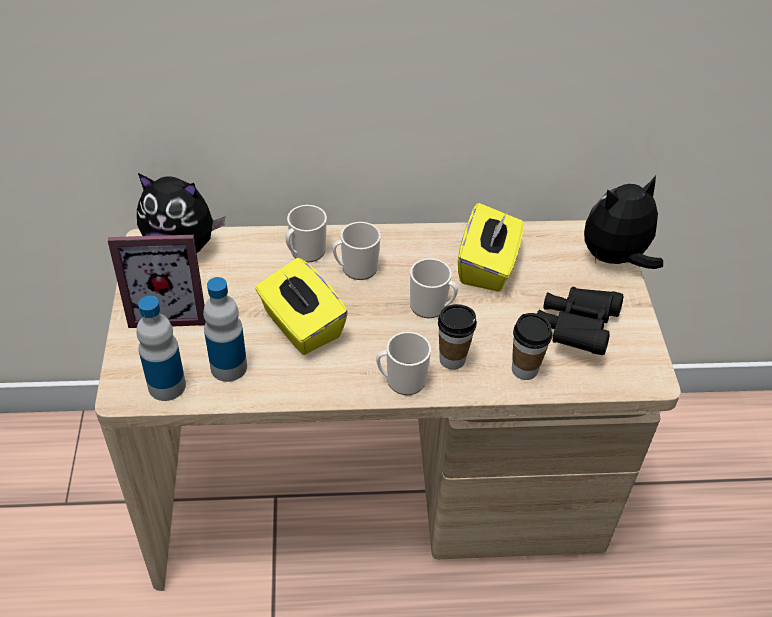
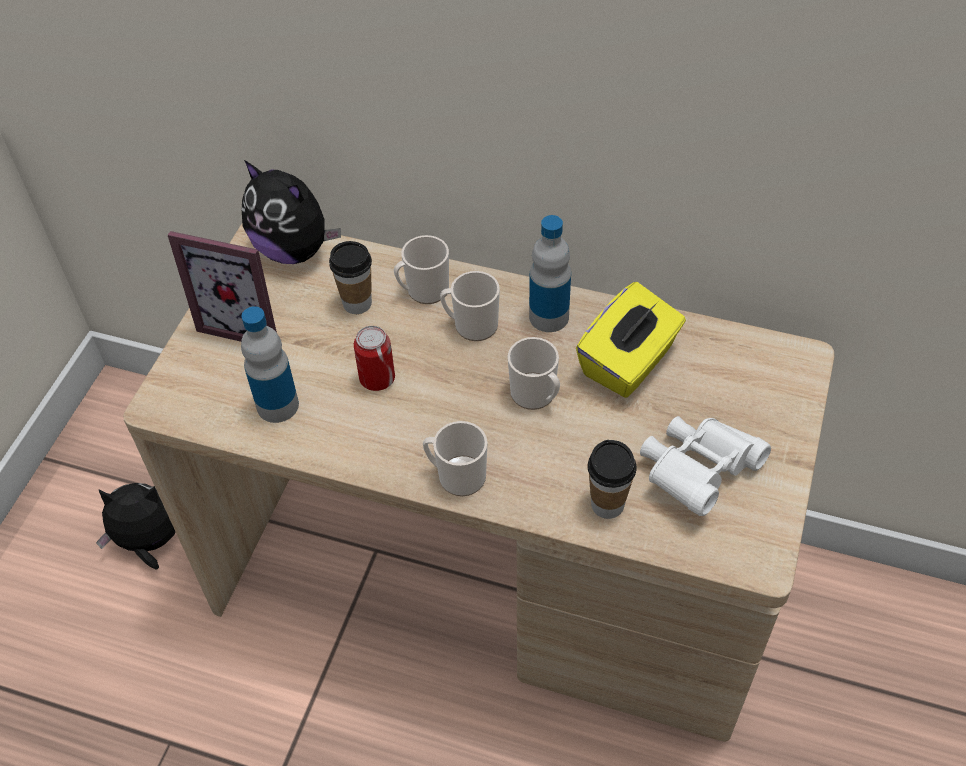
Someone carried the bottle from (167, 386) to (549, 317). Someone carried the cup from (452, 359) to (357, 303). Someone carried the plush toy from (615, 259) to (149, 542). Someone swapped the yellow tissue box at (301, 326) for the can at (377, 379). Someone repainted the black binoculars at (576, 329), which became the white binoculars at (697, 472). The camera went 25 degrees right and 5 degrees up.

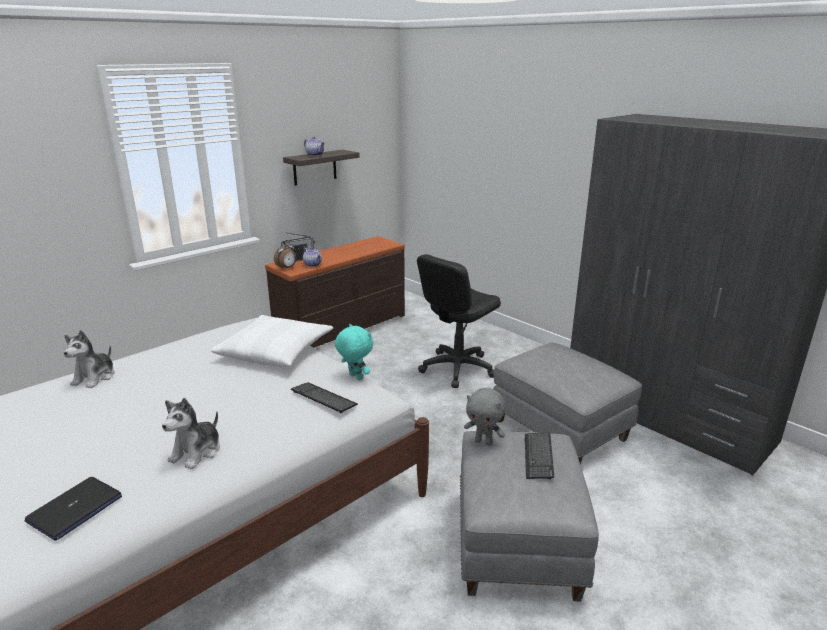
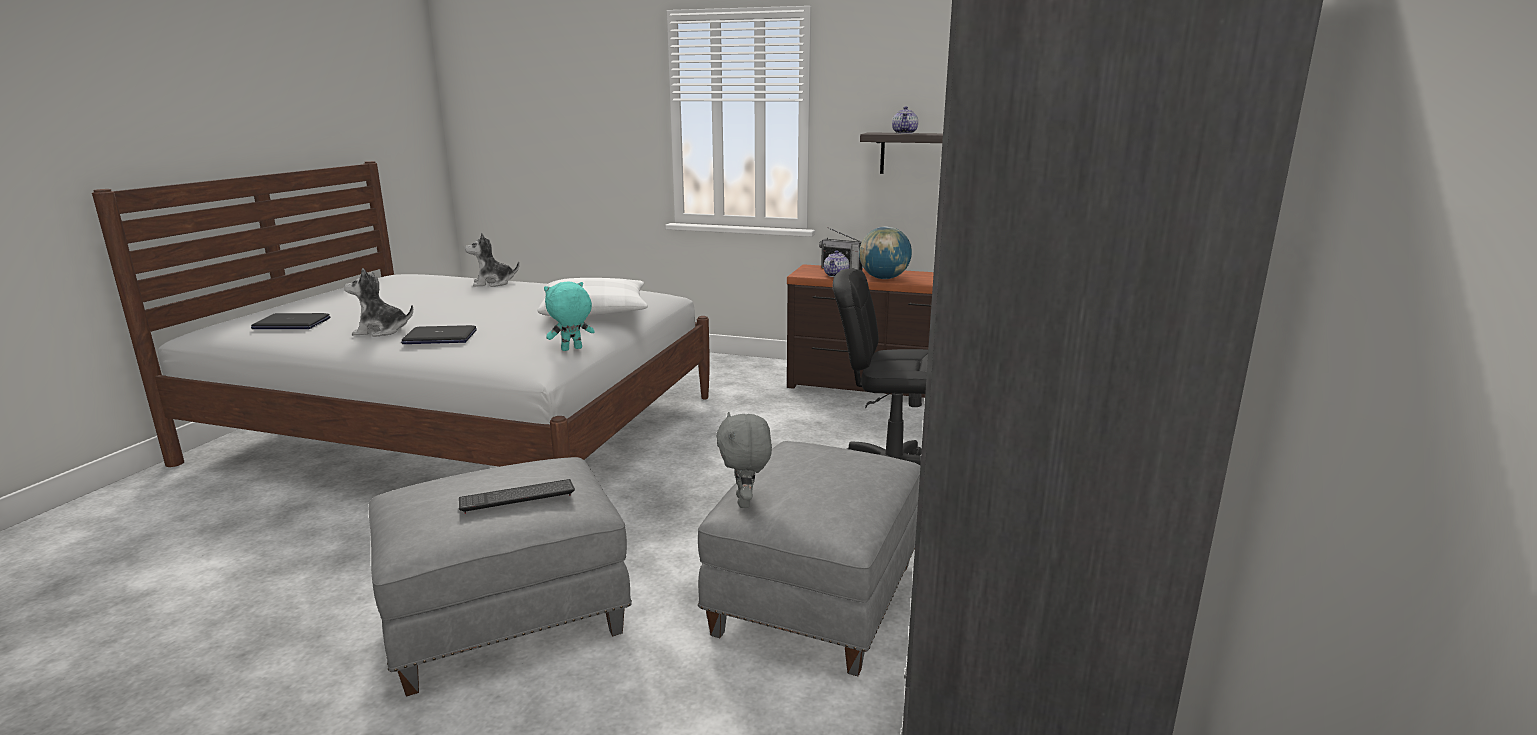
Someone took away the alarm clock at (287, 268). Someone took away the keyboard at (323, 398). Someone put down the laptop at (439, 337). Someone put down the globe at (884, 278). Someone carried the grey plush toy from (484, 442) to (745, 502). Someone rotated the turquoise plush toy at (355, 377) by 135 degrees counterclockwise. The camera went 60 degrees right and 5 degrees down.

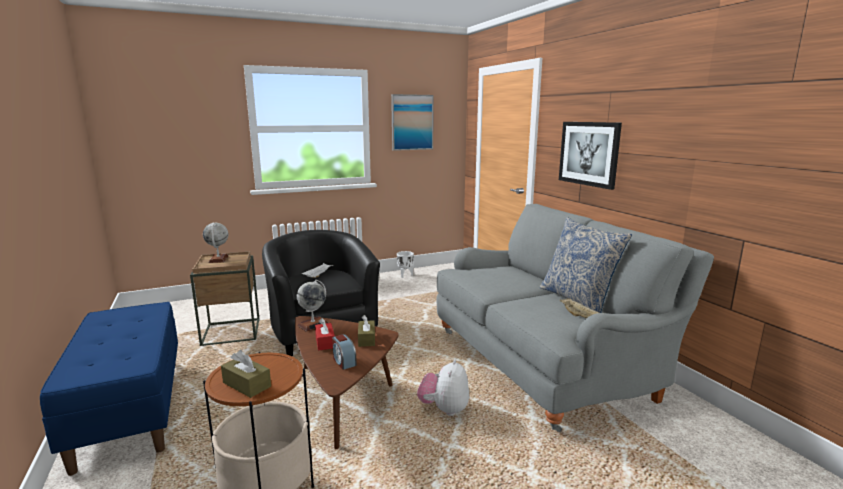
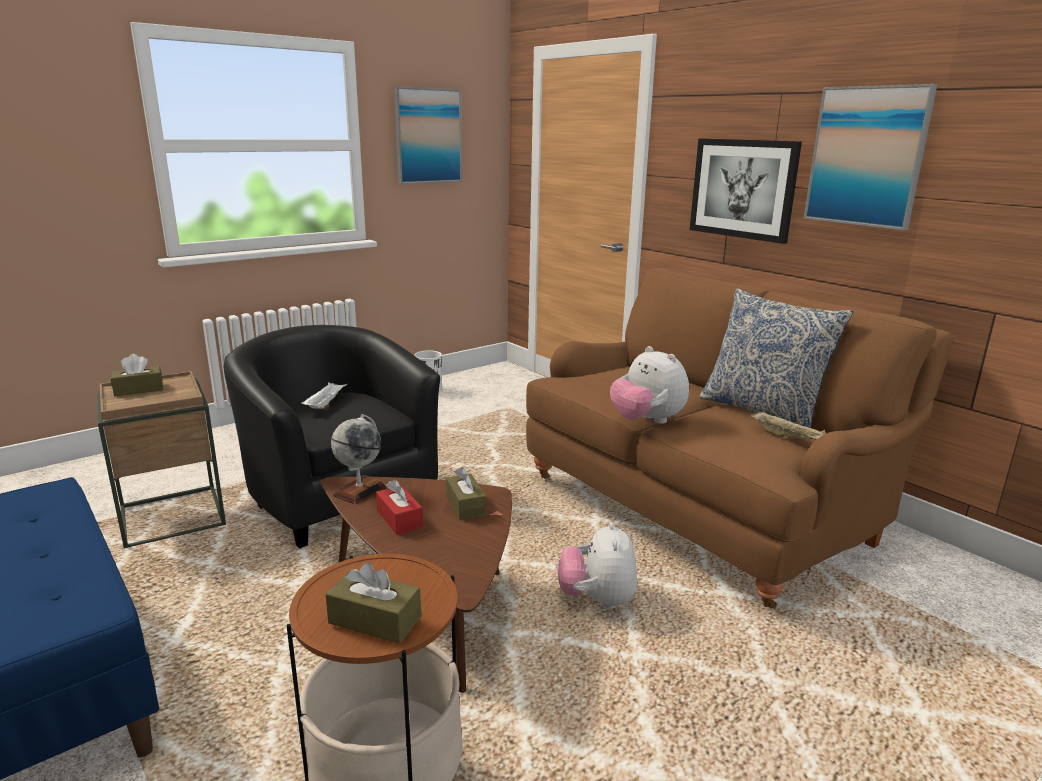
Someone took away the alarm clock at (344, 361). Someone put down the plush toy at (646, 421). Someone put up the picture at (867, 157). Someone swapped the globe at (218, 259) for the brown tissue box at (139, 389). Someone repainted the grey sofa at (546, 361), which became the brown sofa at (704, 505). The camera went 15 degrees left and 5 degrees up.

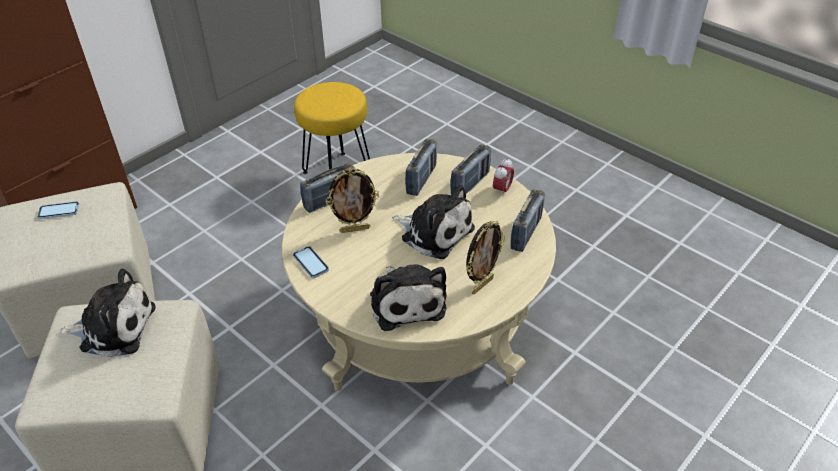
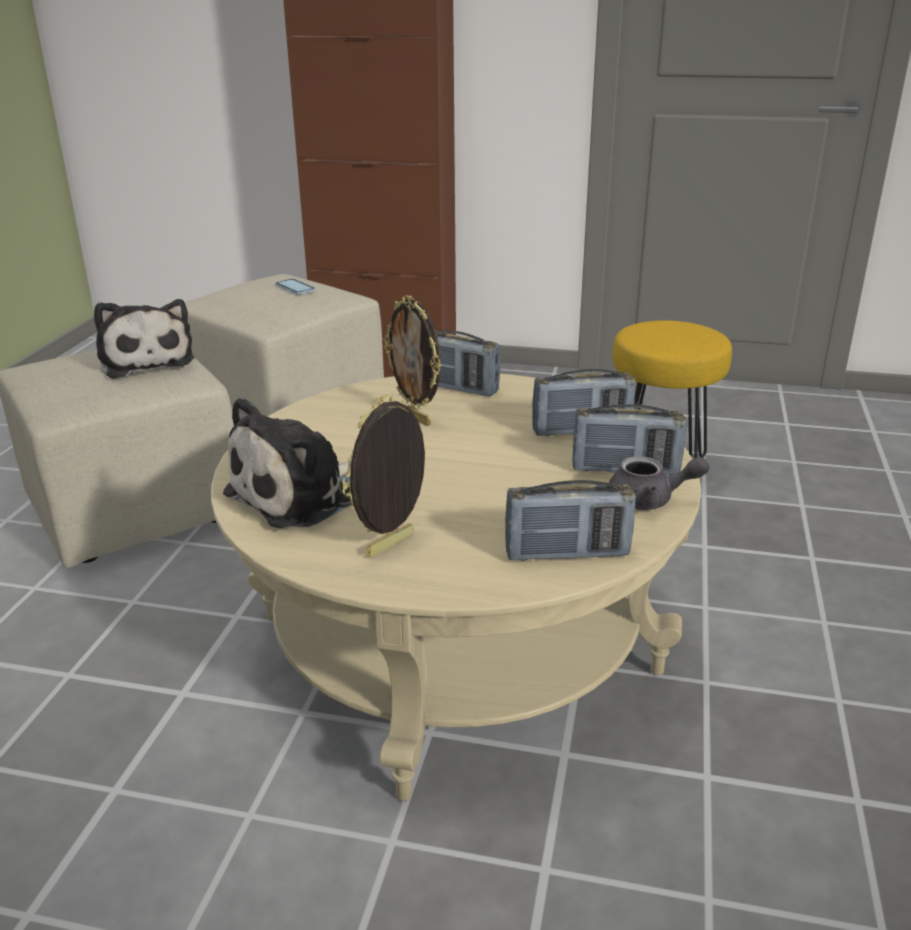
Someone took away the phone at (310, 263). Someone took away the plush toy at (434, 232). Someone swapped the alarm clock at (502, 190) for the grey teapot at (649, 500). Someone rotated the picture frame at (482, 285) by 120 degrees clockwise. The camera went 60 degrees right and 15 degrees down.

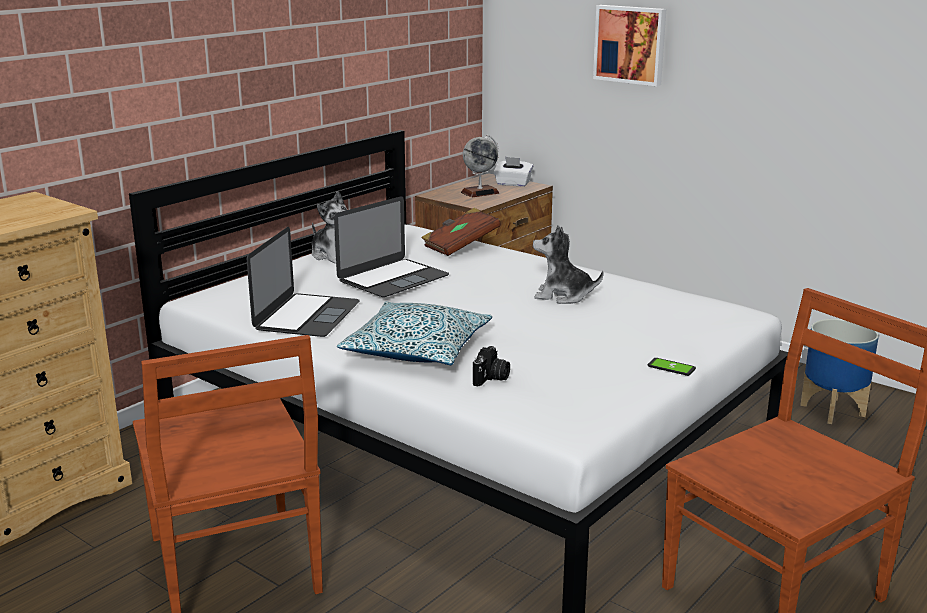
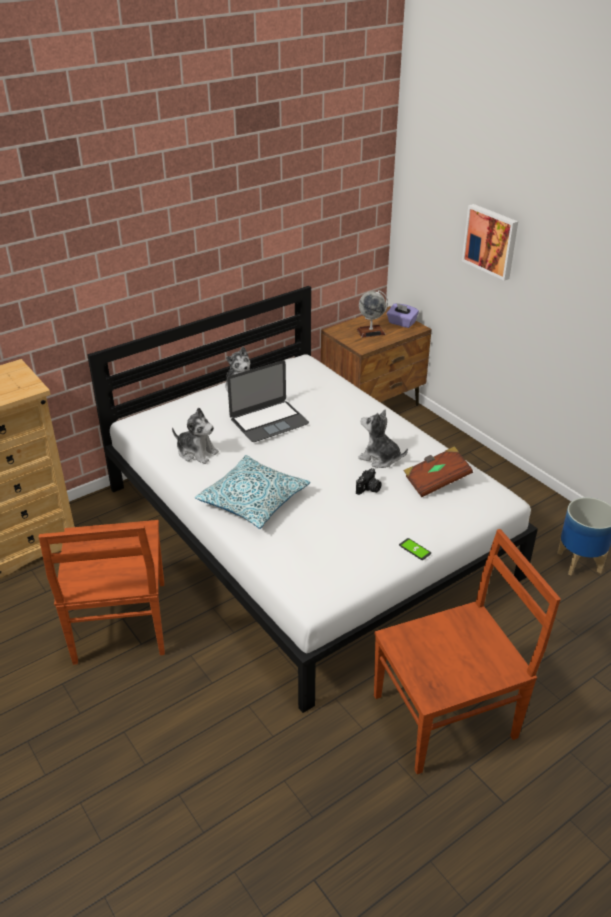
Someone carried the brown book from (460, 246) to (436, 481). Someone carried the photo camera from (491, 378) to (369, 489). Someone swapped the laptop at (307, 315) for the plush toy at (196, 452). Someone repainted the white tissue box at (513, 184), which became the purple tissue box at (401, 323). The camera went 15 degrees right and 15 degrees up.

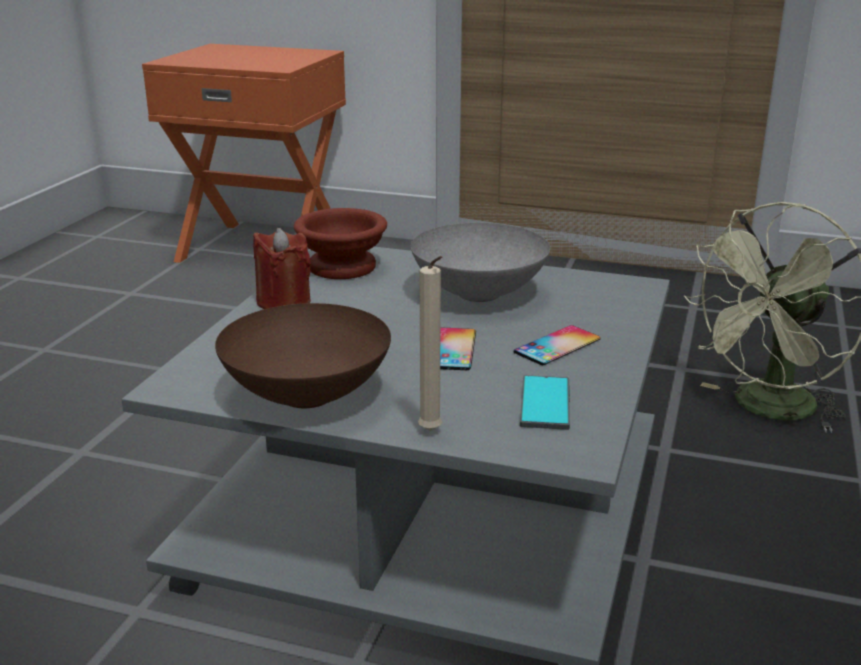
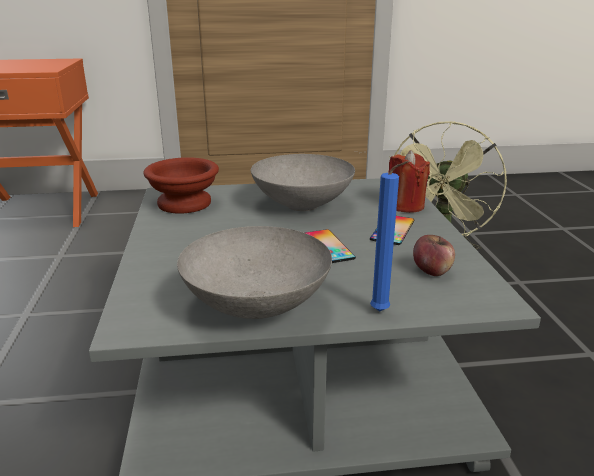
Someone carried the red candle from (283, 302) to (404, 205). Someone swapped the phone at (545, 403) for the apple at (432, 271). Someone repainted the brown bowl at (304, 395), which became the grey bowl at (254, 307). Someone repainted the beige candle at (431, 433), which became the blue candle at (382, 312). The camera went 25 degrees left and 0 degrees up.

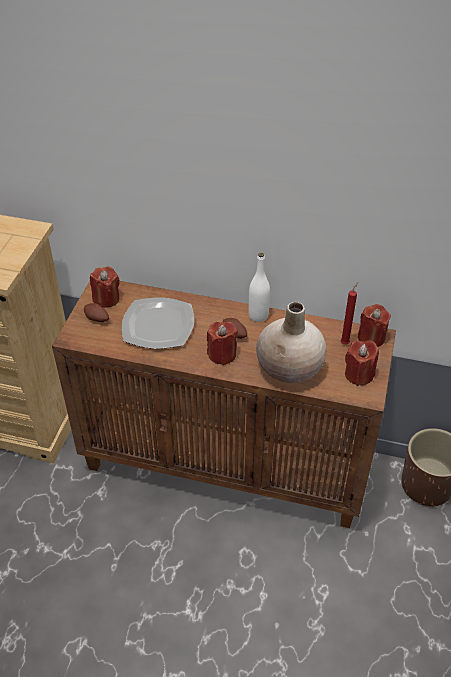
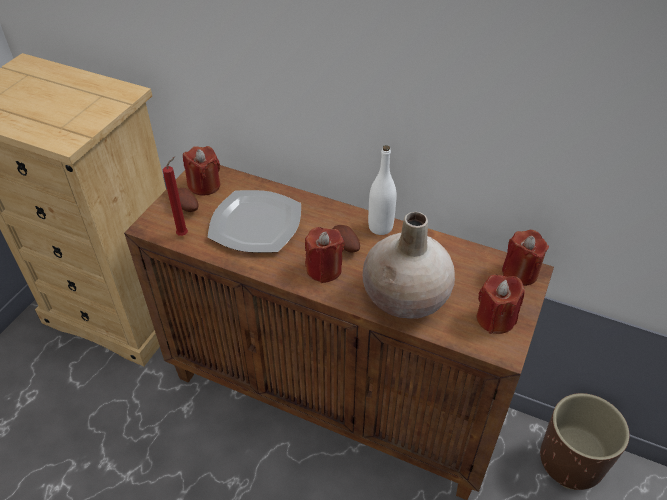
Someone carried the red candle from (345, 343) to (184, 234). The camera went 10 degrees right and 0 degrees up.

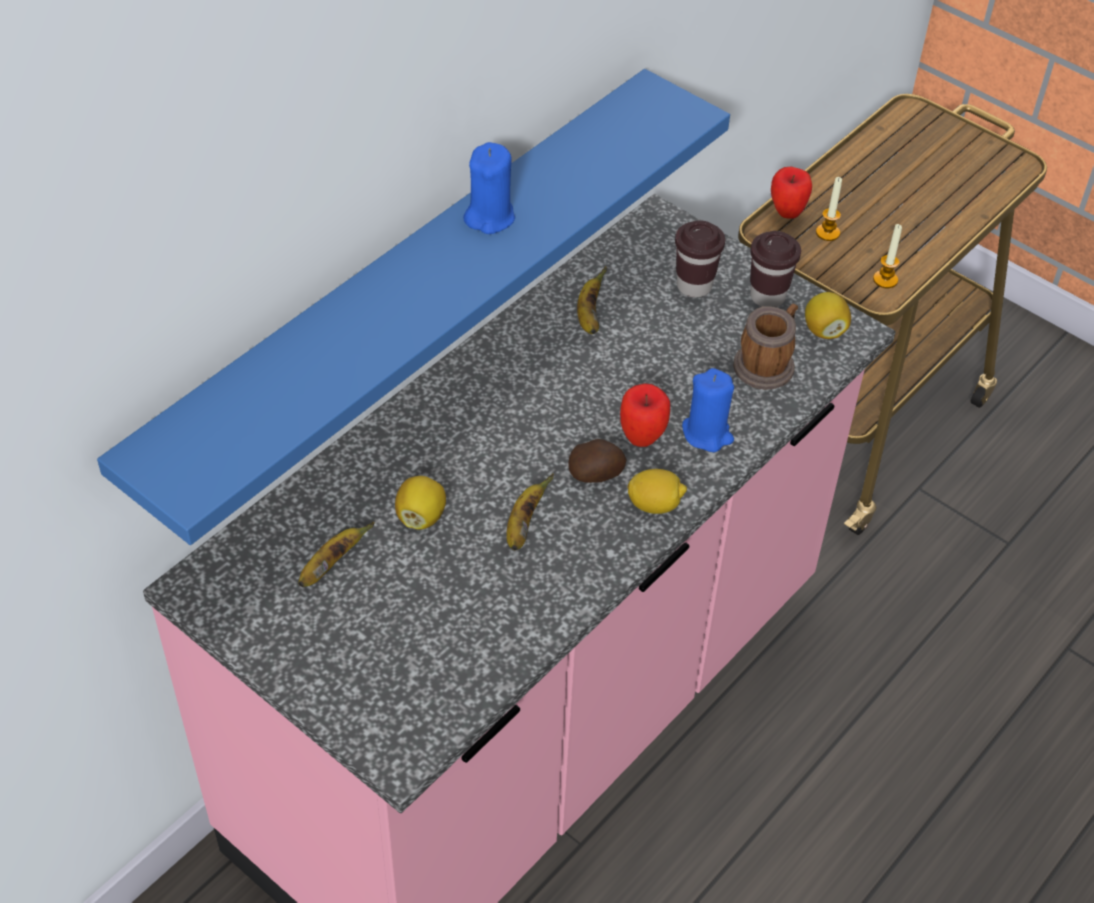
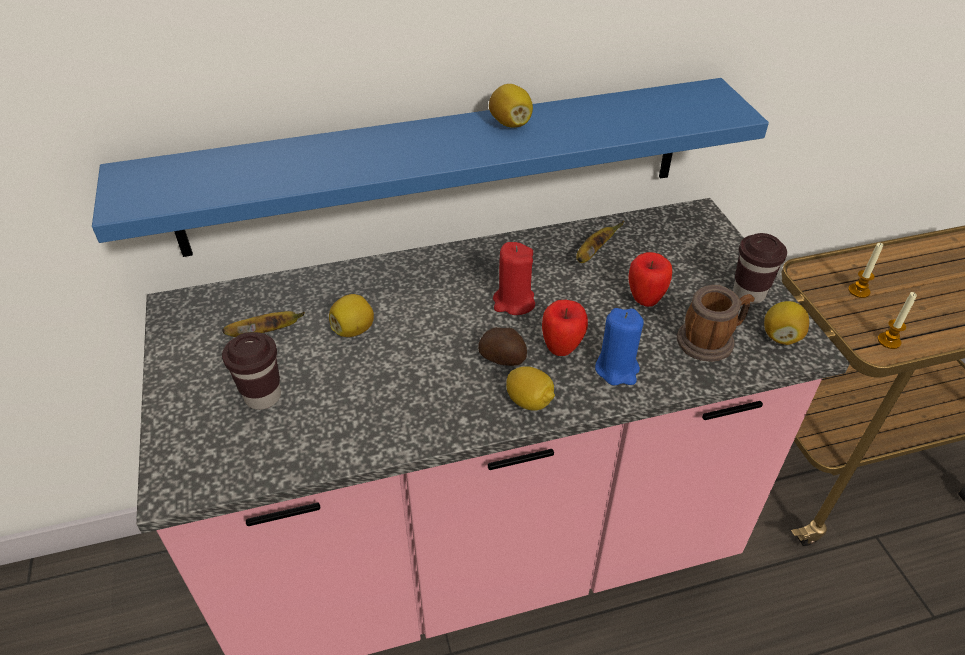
Someone took away the banana at (523, 525). Someone put down the red candle at (513, 302). Someone carried the brown cup from (694, 286) to (263, 396). Someone carried the apple from (787, 213) to (645, 299). Someone swapped the blue candle at (489, 217) for the lemon at (510, 123). The camera went 35 degrees right and 5 degrees down.

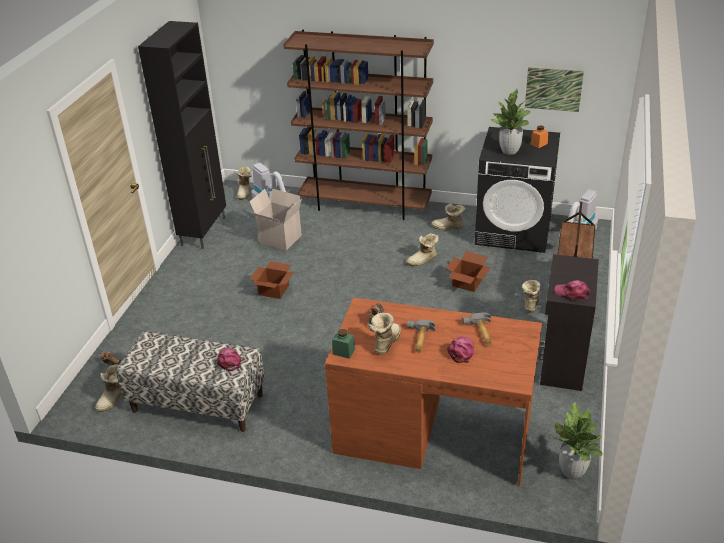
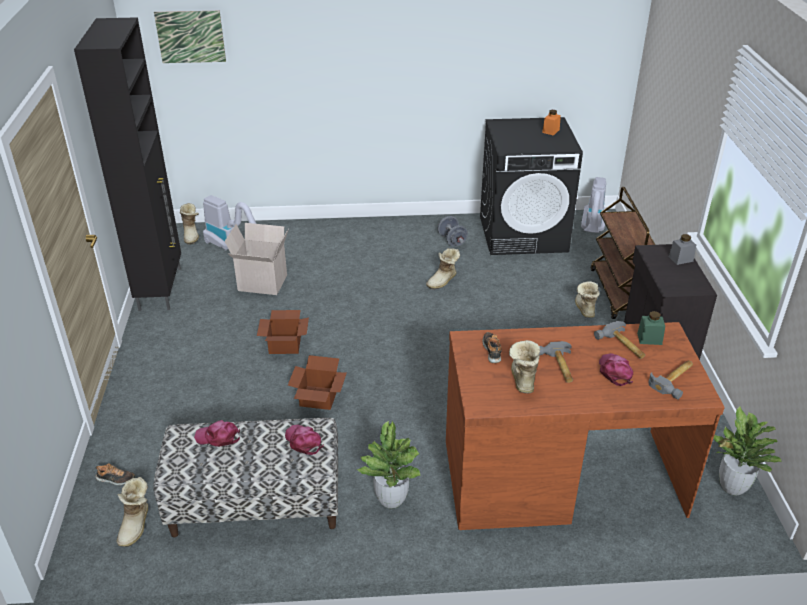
Someone took away the brown bookcase at (365, 205). Someone put down the hammer at (675, 380). Someone put down the grey jar at (680, 259). Someone carried the green jar from (343, 351) to (649, 339). Someone carried the cardboard box from (466, 283) to (317, 398). Someone carried the potted plant from (509, 151) to (391, 500). Someone carried the picture from (553, 89) to (190, 37). Someone carried the pink cap from (572, 293) to (218, 437). Someone swapped the boot at (448, 227) for the grey dumbbell at (452, 240). The camera went 20 degrees left and 0 degrees up.

